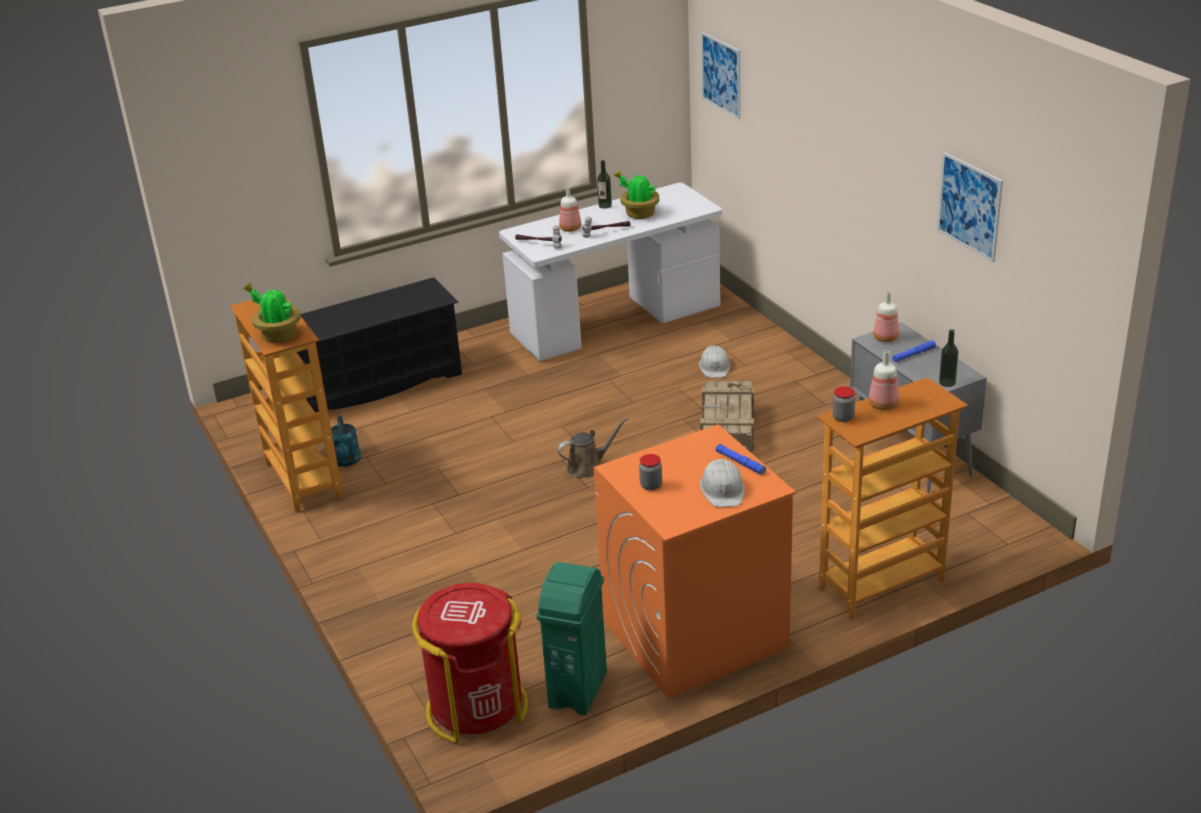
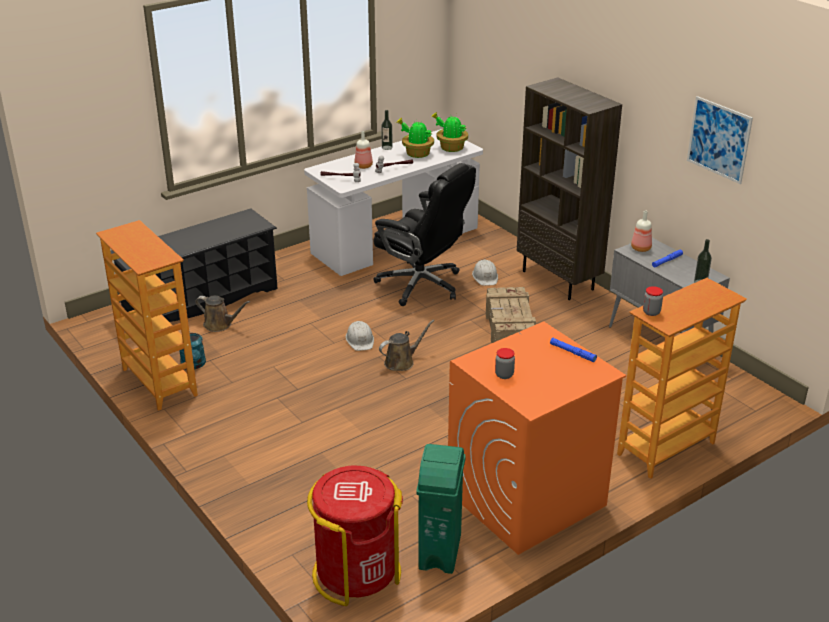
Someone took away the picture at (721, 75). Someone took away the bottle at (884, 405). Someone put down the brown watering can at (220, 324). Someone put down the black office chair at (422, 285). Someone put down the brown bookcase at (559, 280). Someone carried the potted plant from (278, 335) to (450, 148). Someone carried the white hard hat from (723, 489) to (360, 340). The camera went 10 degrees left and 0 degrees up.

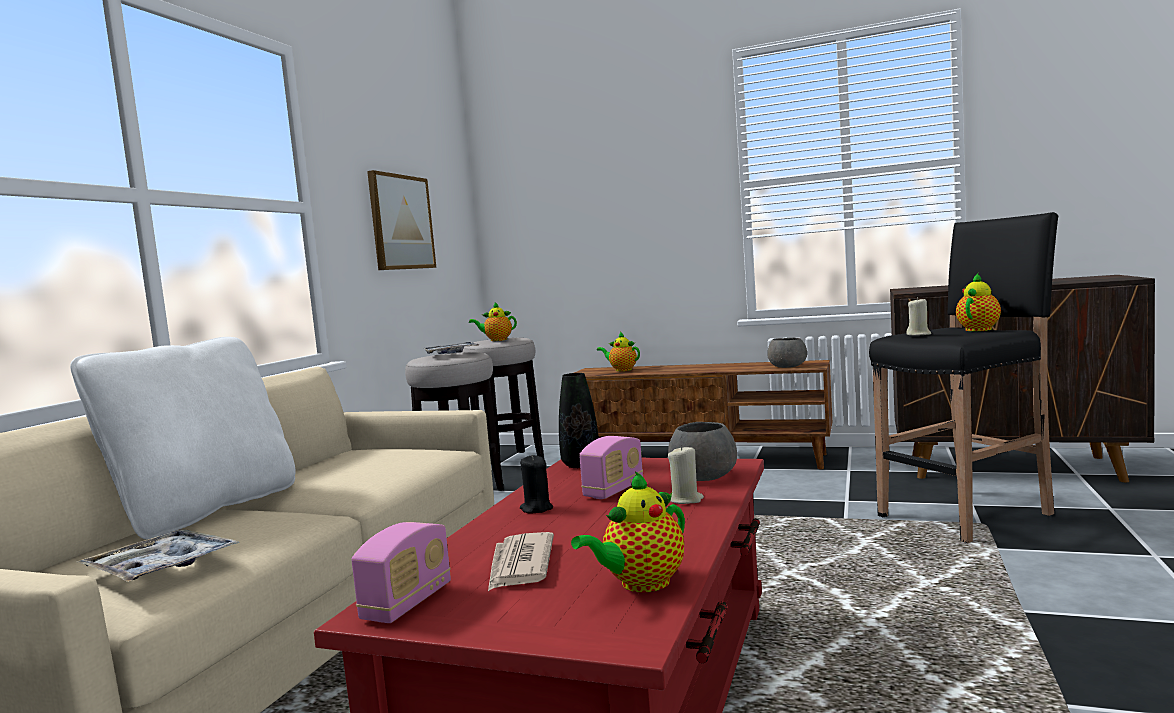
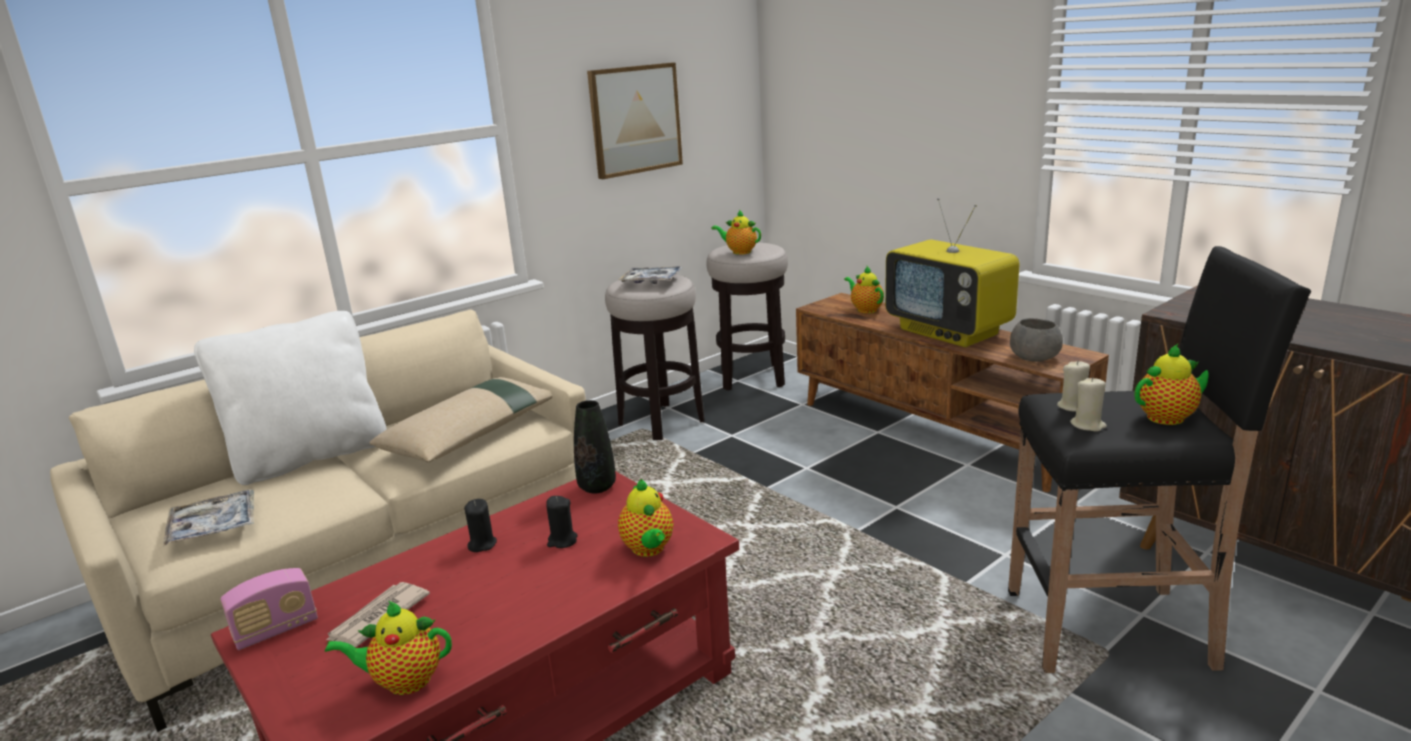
Someone put down the beige pillow at (472, 434). Someone put down the television at (950, 332). Someone carried the beige candle from (686, 500) to (1088, 425). Someone swapped the radio at (614, 490) for the black candle at (562, 541). Someone swapped the grey bowl at (703, 476) for the teapot at (649, 549). The camera went 30 degrees right and 15 degrees up.

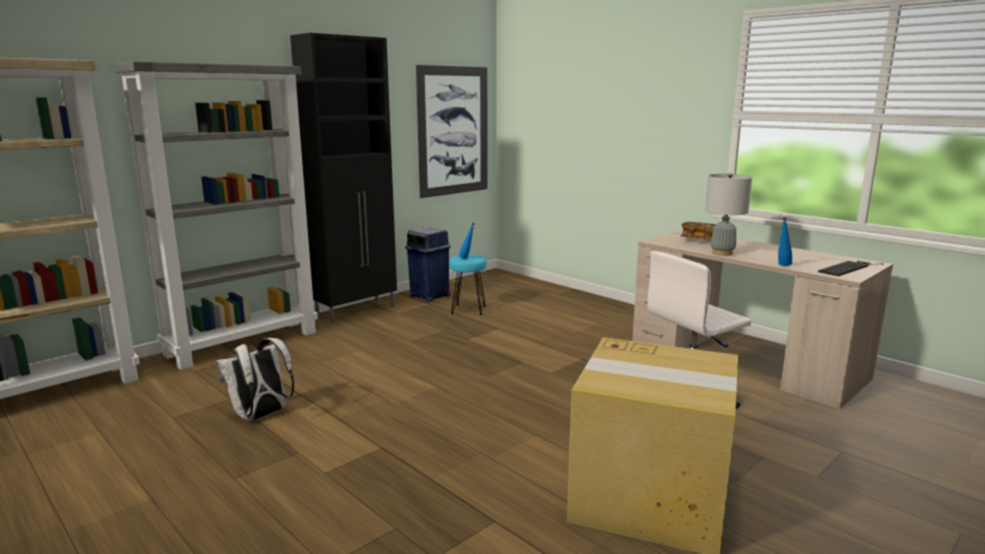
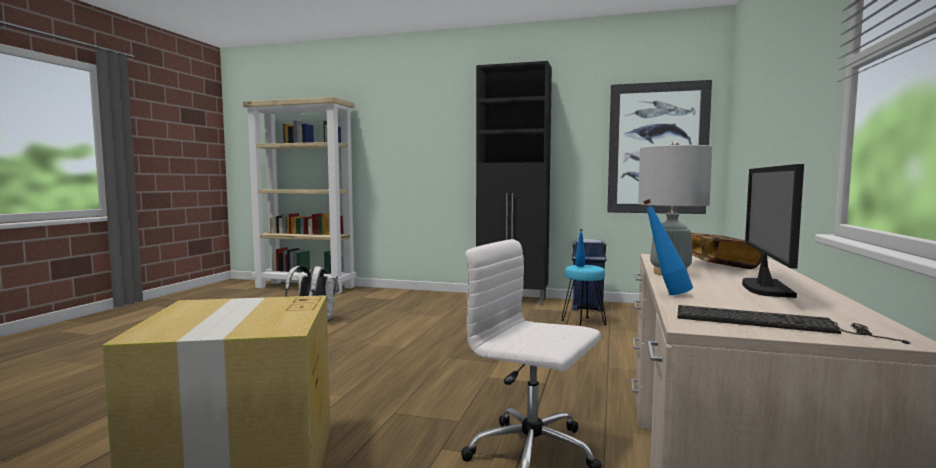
Someone took away the grey bookcase at (243, 343). Someone put down the monitor at (765, 288). The camera went 60 degrees right and 10 degrees down.

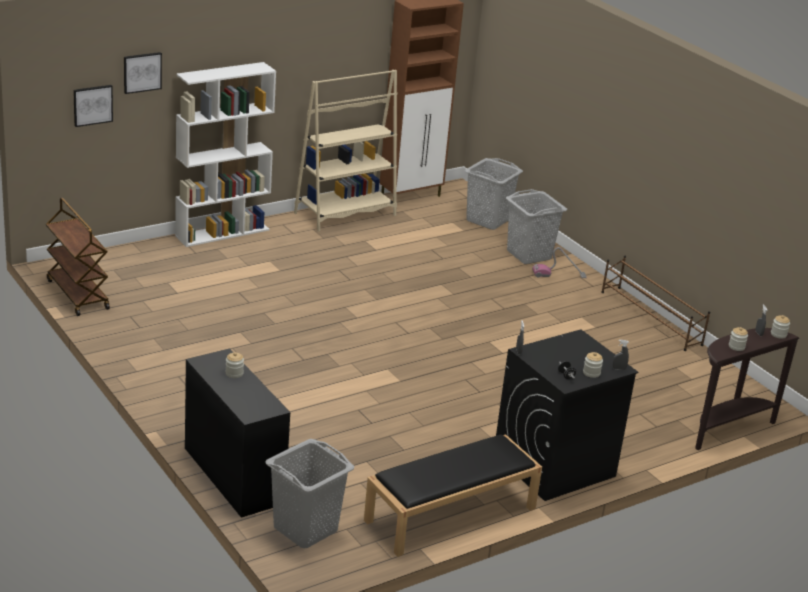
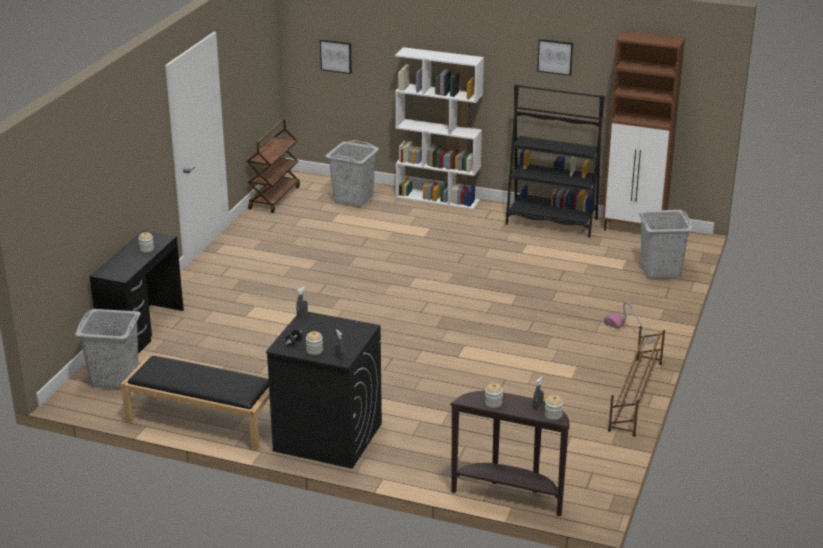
Someone carried the picture from (142, 72) to (555, 56). Someone carried the grey laundry basket from (529, 254) to (353, 199). Someone repainted the beige bookcase at (345, 214), which became the black bookcase at (551, 221). The camera went 55 degrees right and 0 degrees up.

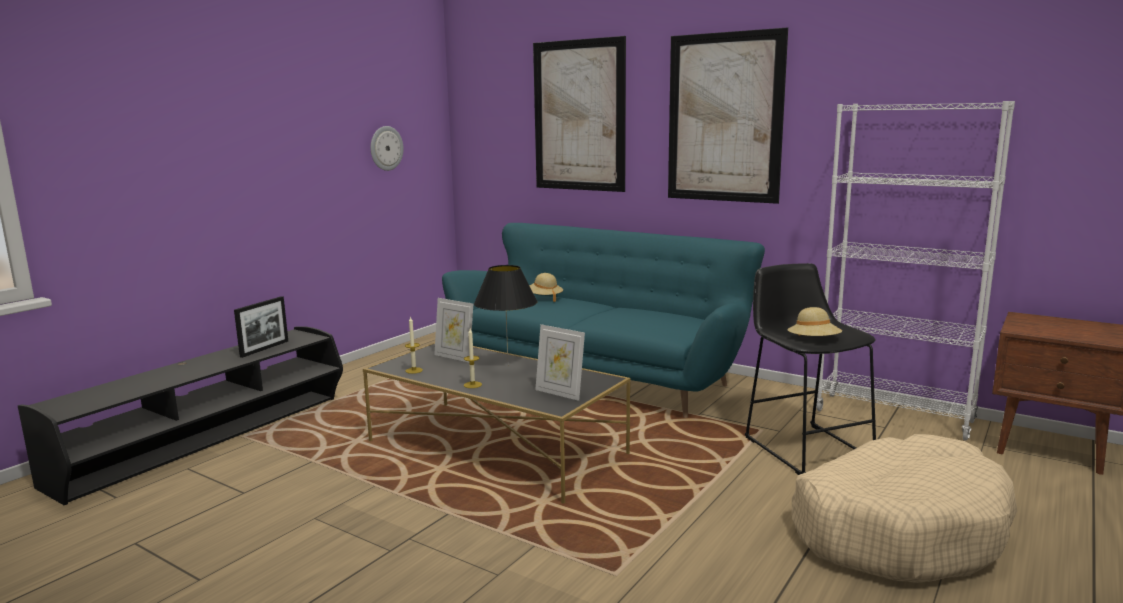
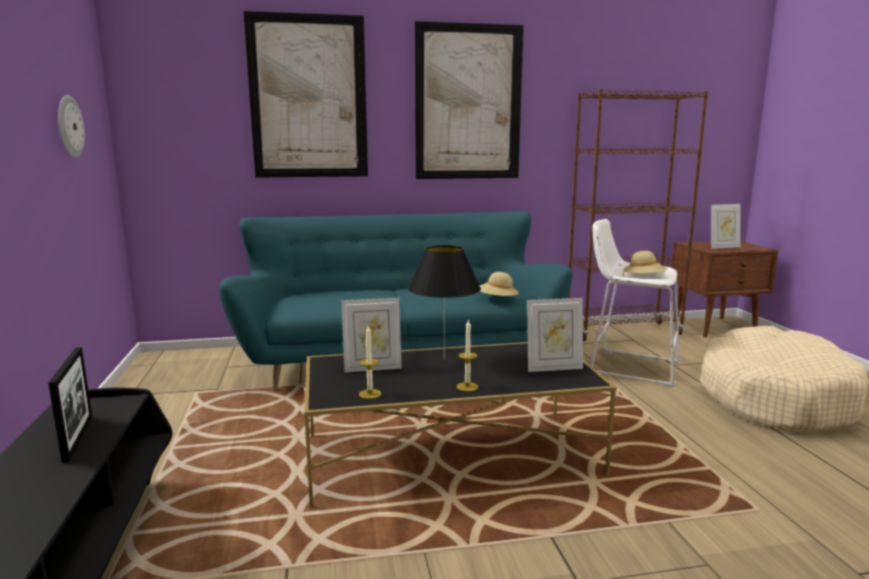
Someone put down the picture frame at (723, 247). Someone carried the beige hat from (544, 298) to (497, 300). Someone repainted the black stool at (804, 447), which became the white stool at (629, 367). Someone repainted the white bookcase at (894, 416), which became the brown bookcase at (622, 332). The camera went 45 degrees left and 0 degrees up.

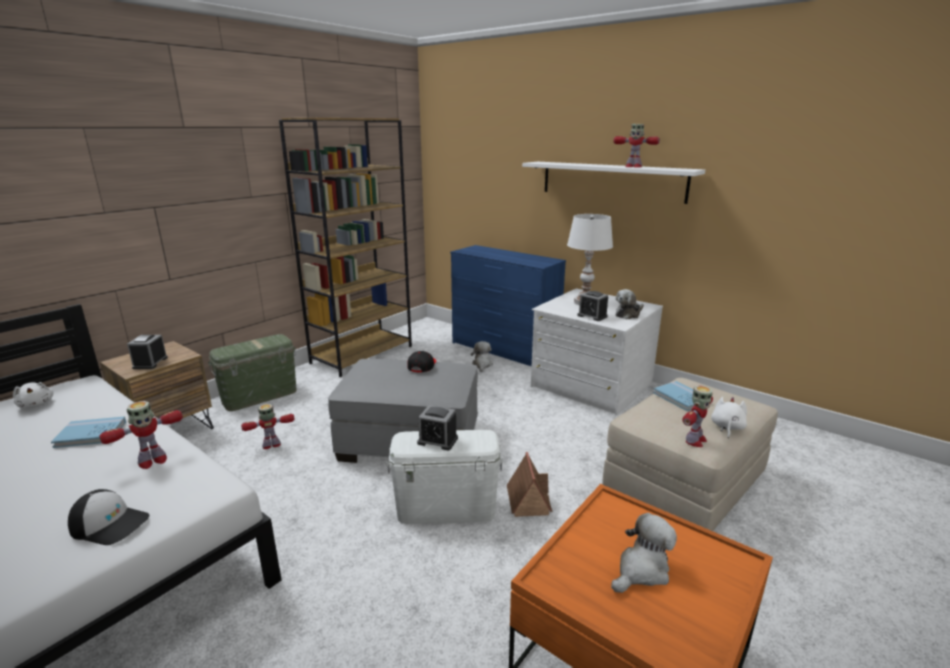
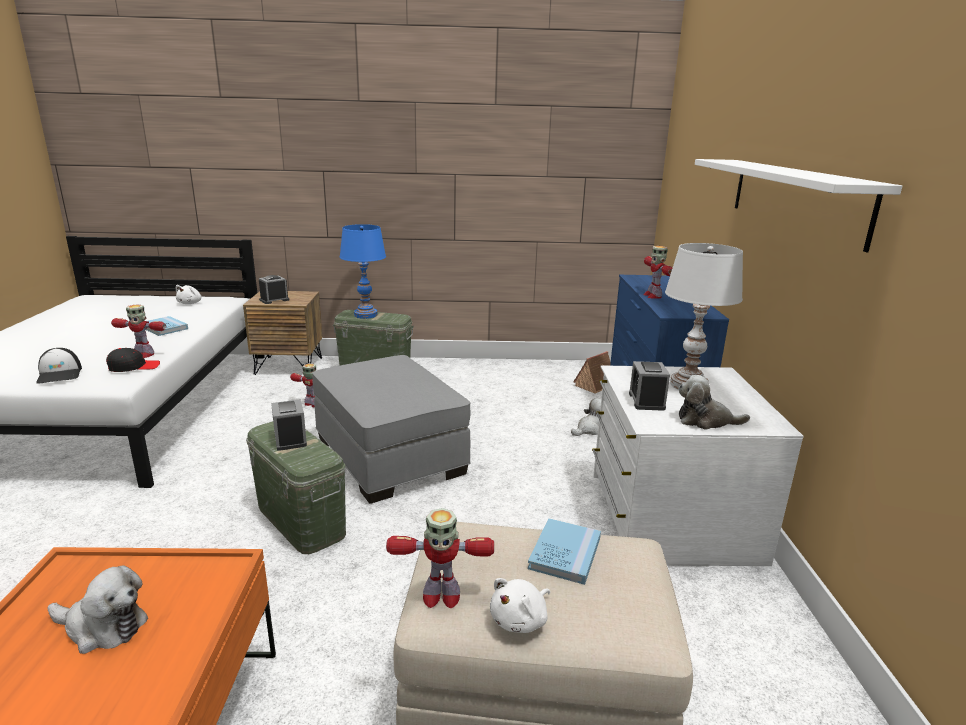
Someone took away the brown bookcase at (362, 354). Someone put down the blue table lamp at (365, 315). Someone carried the black cap from (422, 366) to (134, 367). Someone carried the toy house from (528, 500) to (595, 385). Someone carried the toy robot from (633, 167) to (653, 296). Someone repainted the white storage box at (446, 507), which became the green storage box at (301, 520). Someone rotated the white plush toy at (727, 427) by 150 degrees clockwise. The camera went 50 degrees right and 0 degrees up.

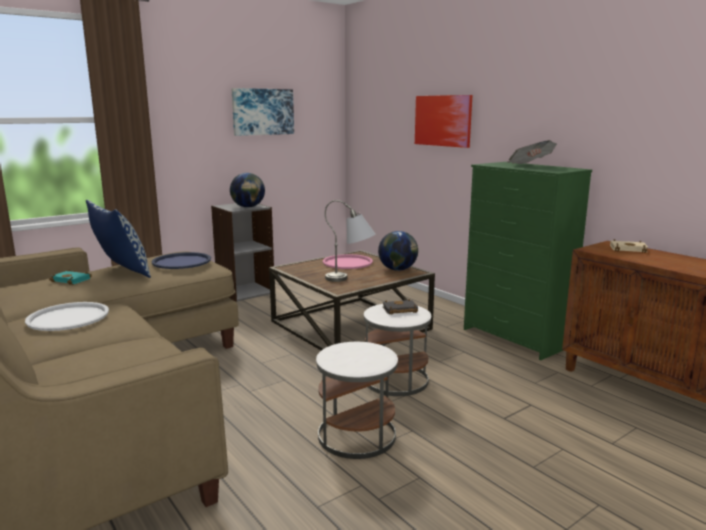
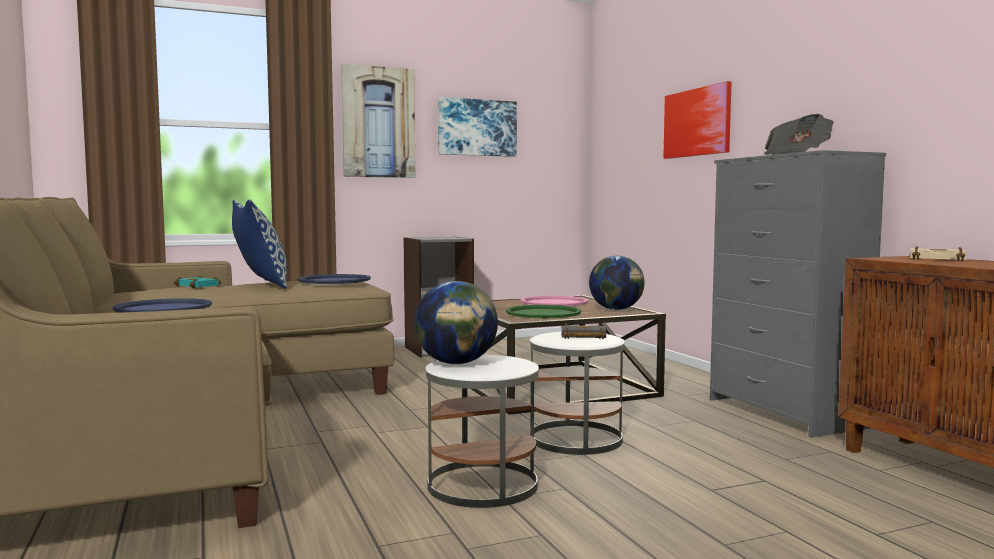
Someone put up the picture at (378, 122). Someone carried the globe from (248, 207) to (456, 363). Someone swapped the grey table lamp at (351, 279) for the green tray at (543, 313). Someone repainted the white tray at (68, 317), which became the blue tray at (163, 308). Someone repainted the green dresser at (515, 338), which became the grey dresser at (784, 413). The camera went 15 degrees right and 10 degrees down.

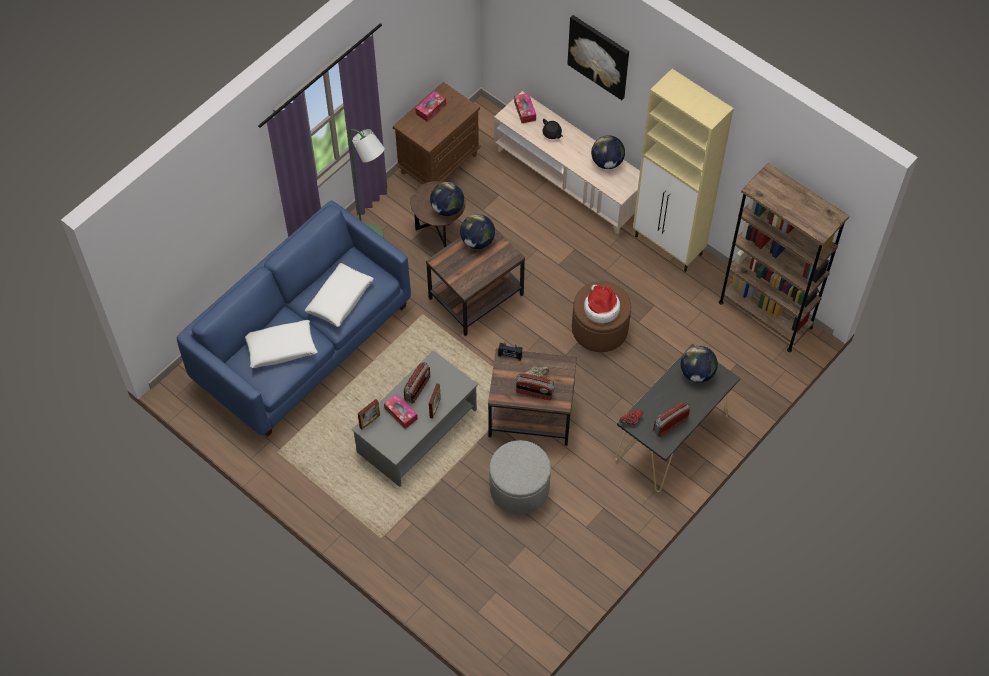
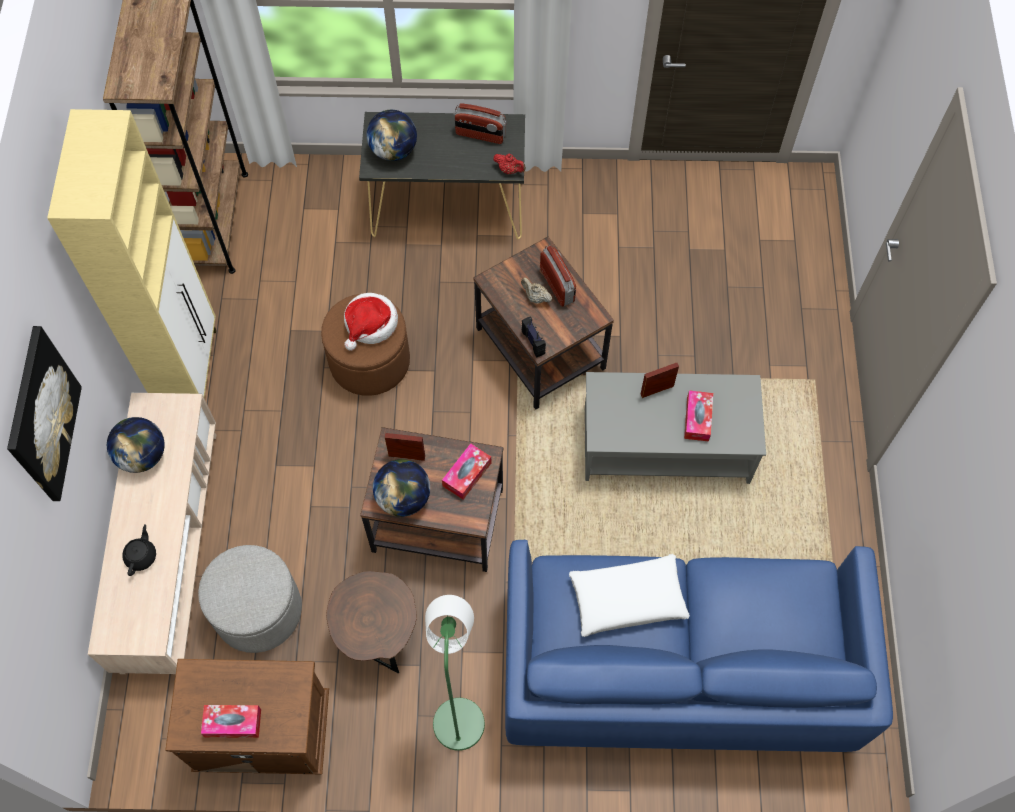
Someone took away the white pillow at (281, 348). Someone took away the radio at (417, 388). Someone took away the globe at (447, 209). Someone carried the picture frame from (369, 421) to (406, 456). Someone carried the grey ottoman from (519, 488) to (258, 610). Someone carried the tissue box from (525, 111) to (467, 474). The camera went 130 degrees left and 5 degrees up.

